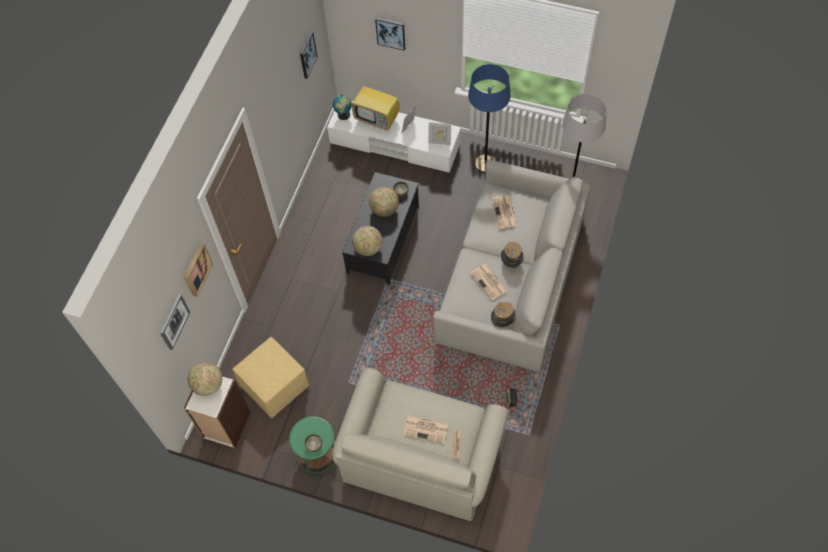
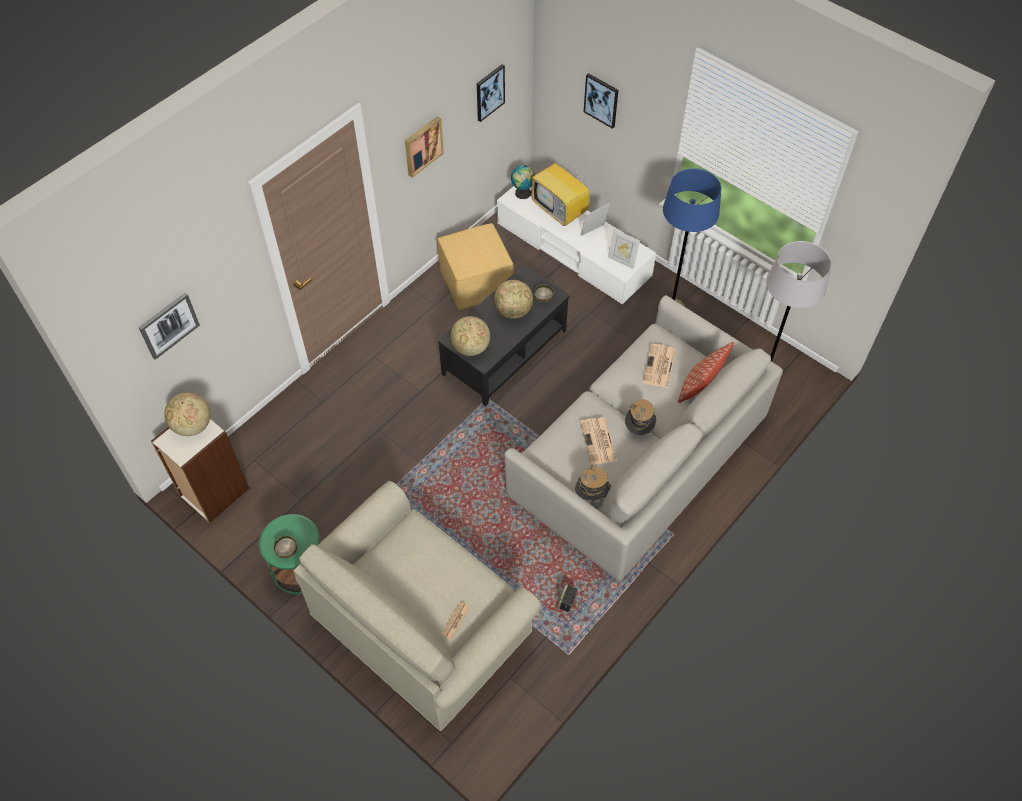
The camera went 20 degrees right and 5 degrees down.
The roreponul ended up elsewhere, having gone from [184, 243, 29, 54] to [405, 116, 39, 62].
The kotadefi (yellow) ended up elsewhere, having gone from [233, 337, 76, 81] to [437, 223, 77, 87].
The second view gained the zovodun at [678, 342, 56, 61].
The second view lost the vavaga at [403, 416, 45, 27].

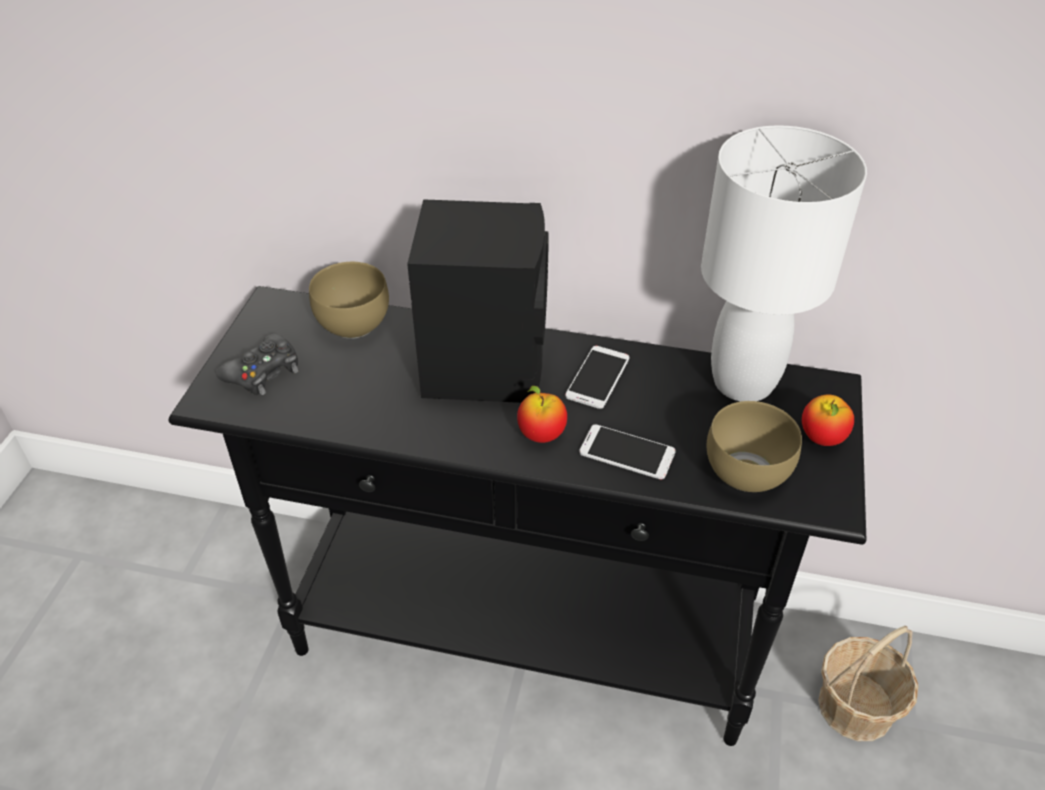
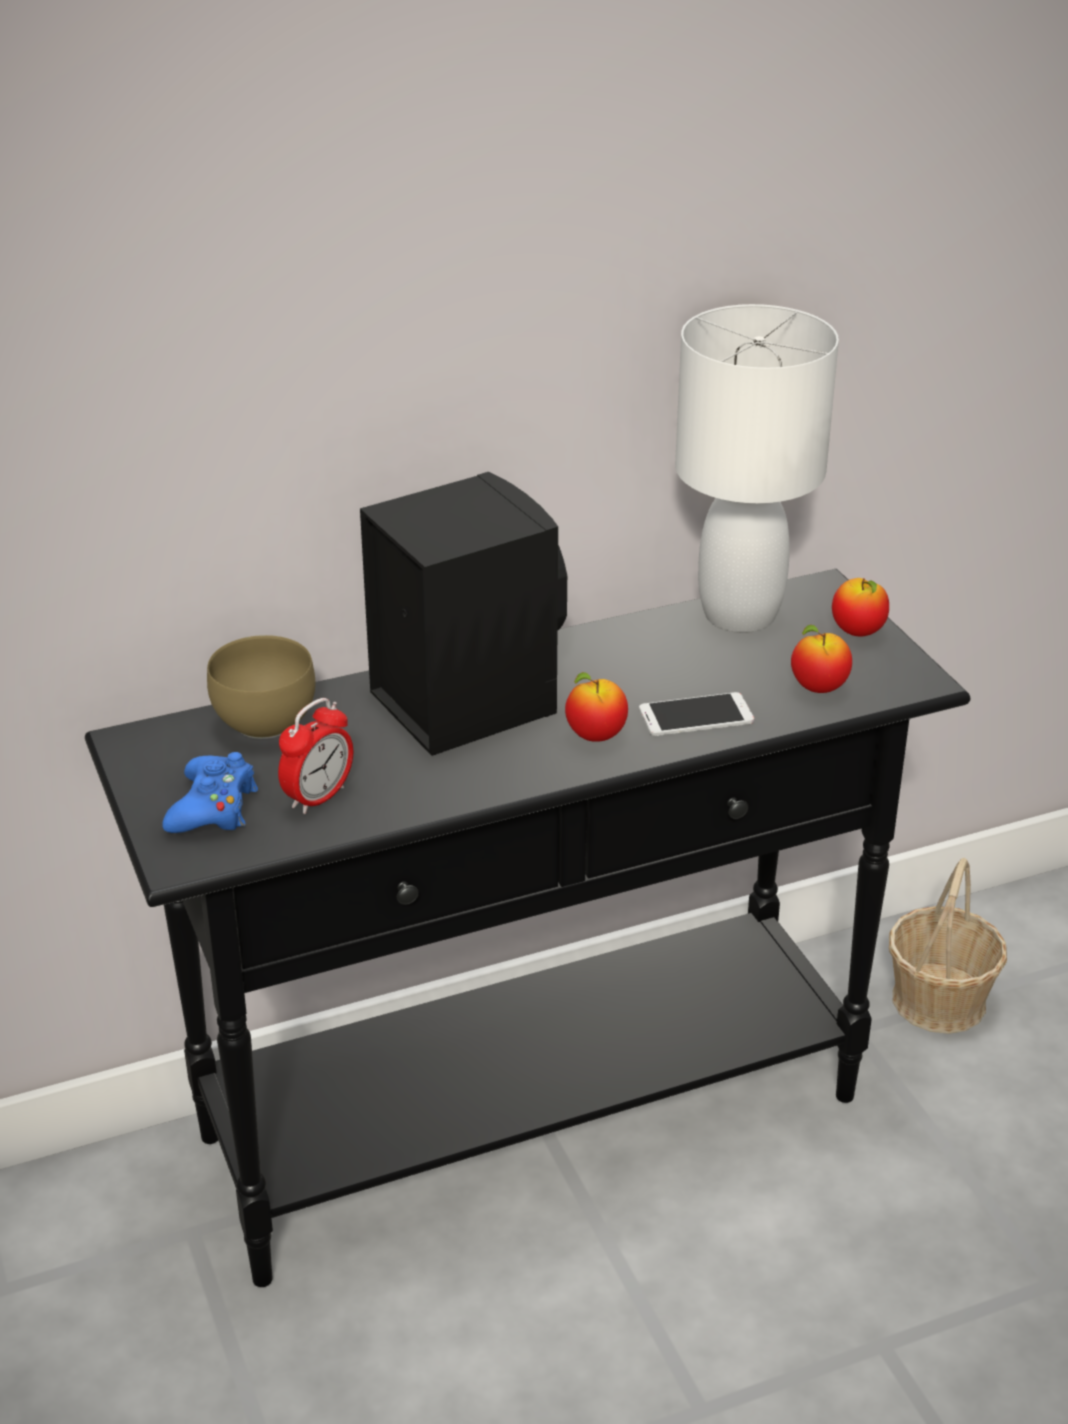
The camera went 35 degrees left and 10 degrees down.
What was the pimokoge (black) at [216, 333, 83, 62] turned into the pimokoge (blue) at [162, 752, 96, 81].
The second view gained the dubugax at [278, 698, 75, 116].
Where the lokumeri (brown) stood at [707, 401, 95, 91], the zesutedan came to stand at [791, 625, 61, 68].
The second view lost the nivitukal at [565, 346, 65, 63].

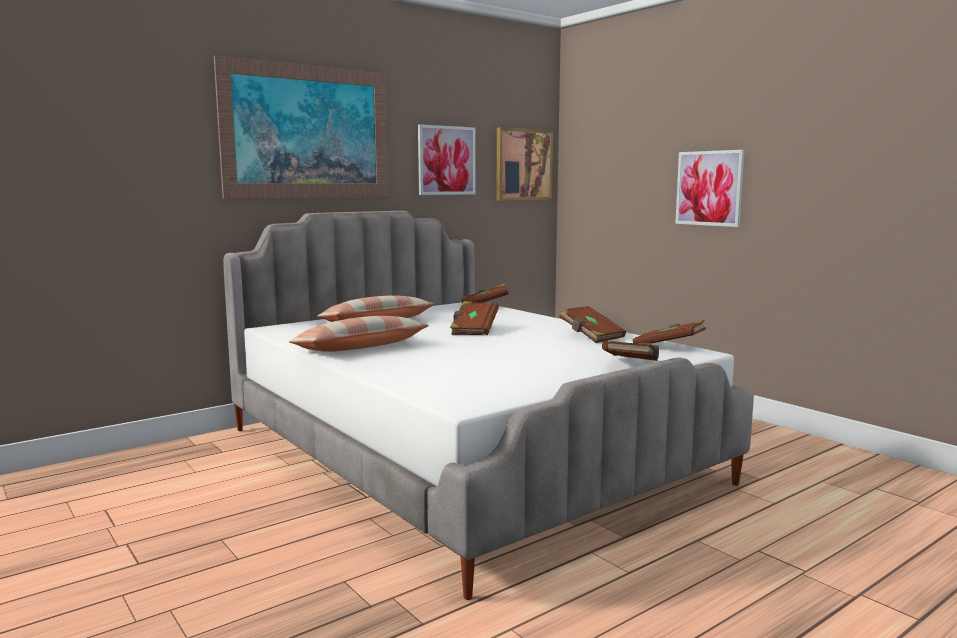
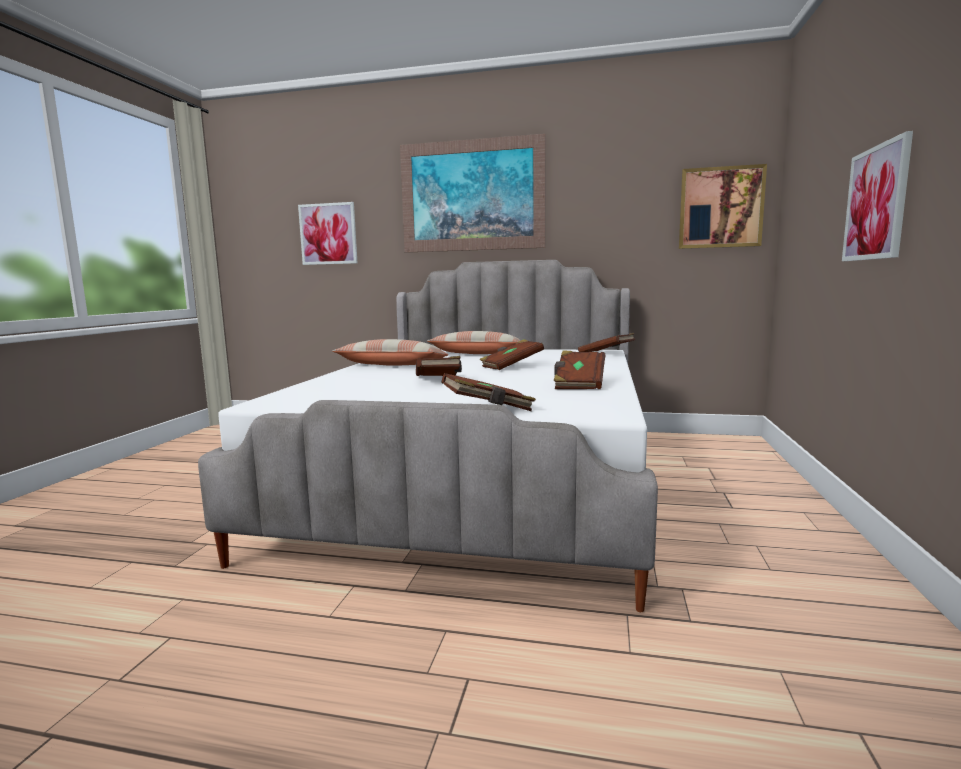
The camera went 50 degrees right and 0 degrees up.
The roreponul ended up elsewhere, having gone from [418, 124, 58, 71] to [298, 202, 60, 63].
The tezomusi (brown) ended up elsewhere, having gone from [633, 320, 73, 24] to [416, 356, 46, 20].

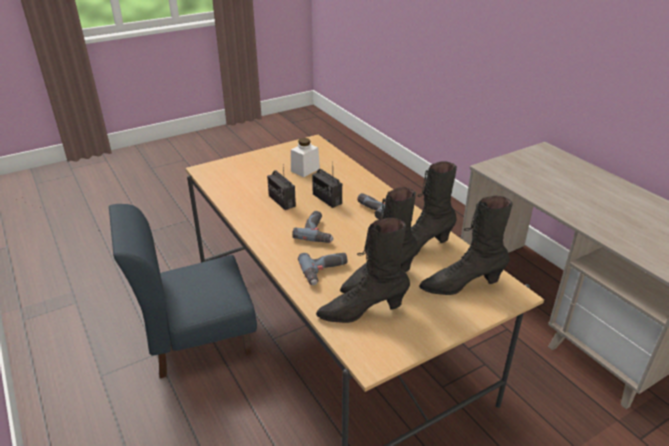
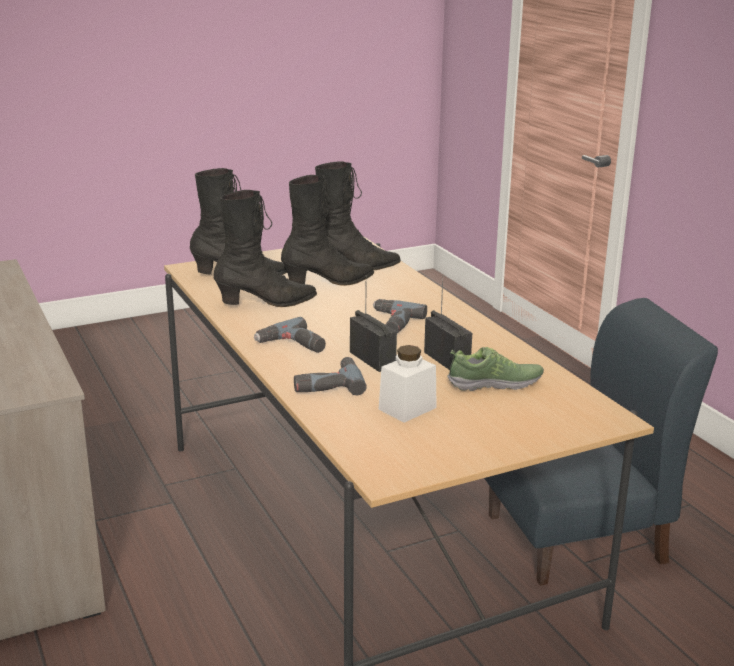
The camera went 175 degrees left and 10 degrees down.
The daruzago ended up elsewhere, having gone from [298, 253, 50, 32] to [294, 357, 73, 38].
The second view gained the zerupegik at [447, 347, 97, 44].

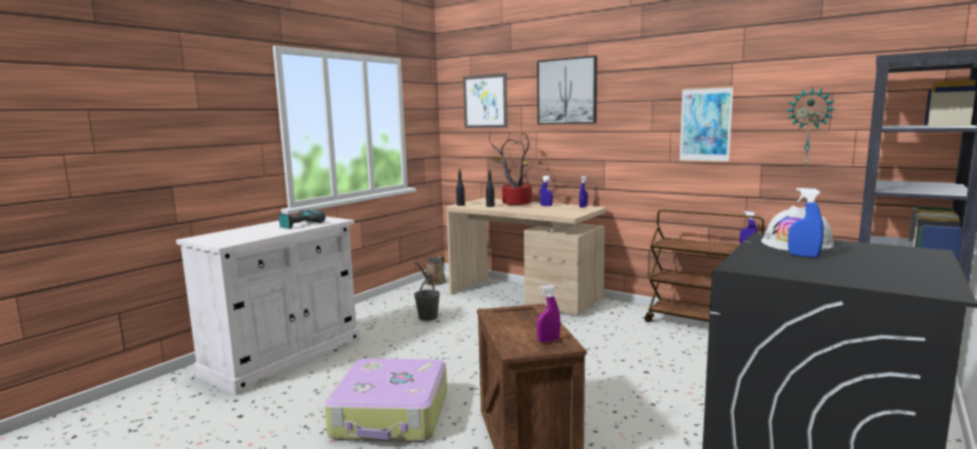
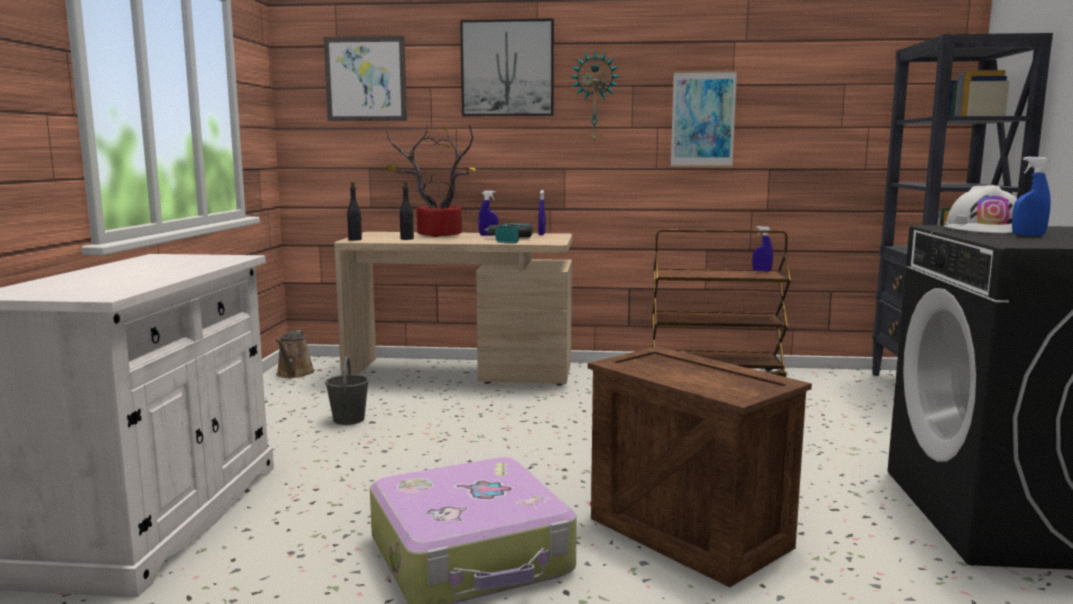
The camera went 30 degrees left and 0 degrees up.
The daruzago ended up elsewhere, having gone from [278, 210, 48, 19] to [484, 223, 49, 20].
The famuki ended up elsewhere, having gone from [786, 87, 49, 80] to [570, 50, 51, 92].
The second view lost the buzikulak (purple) at [537, 285, 23, 57].

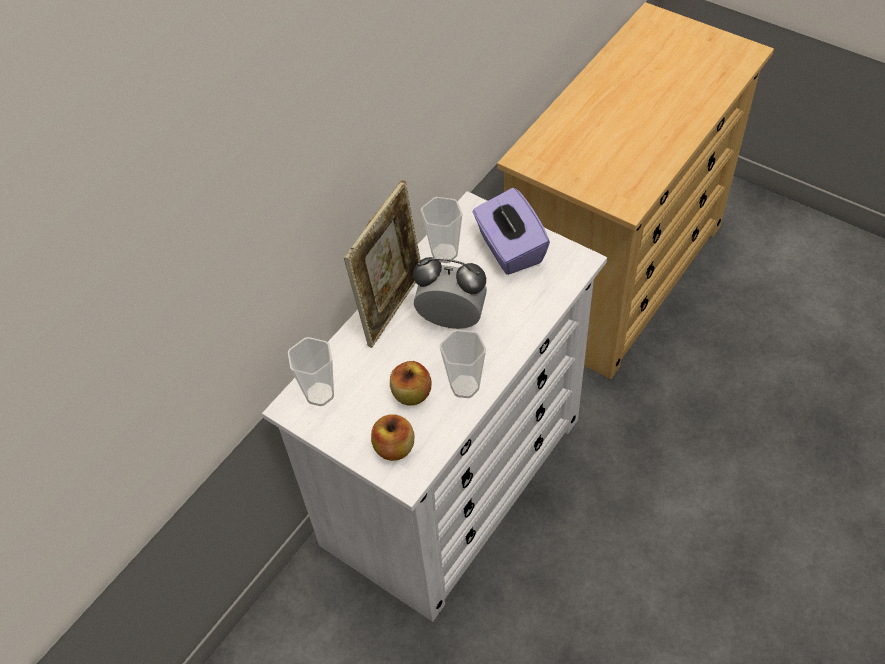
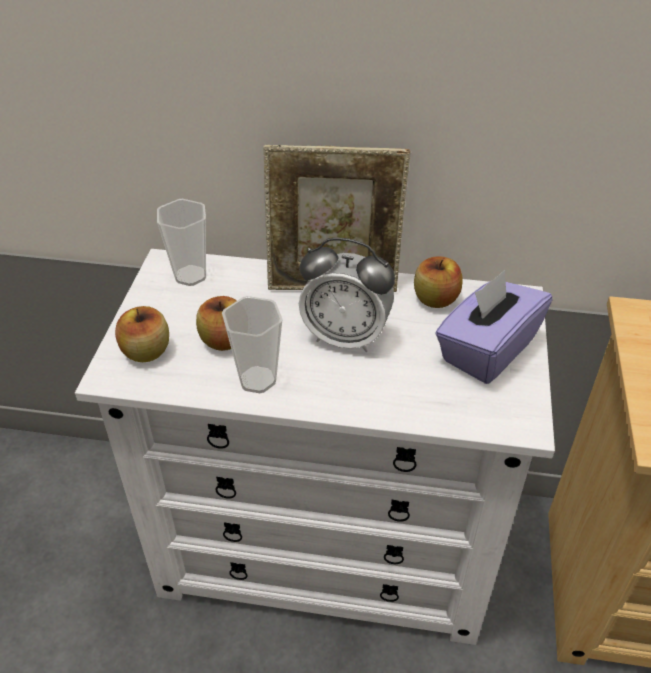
The camera went 60 degrees right and 10 degrees down.
The dubugax at [413, 257, 74, 72] ended up facing another way, 120 degrees clockwise from before.
Where the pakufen stood at [421, 197, 42, 66], the zesutedan came to stand at [414, 256, 49, 52].

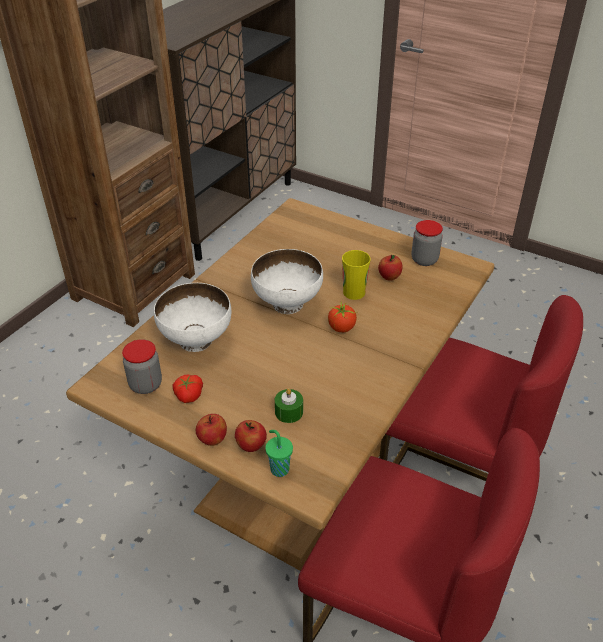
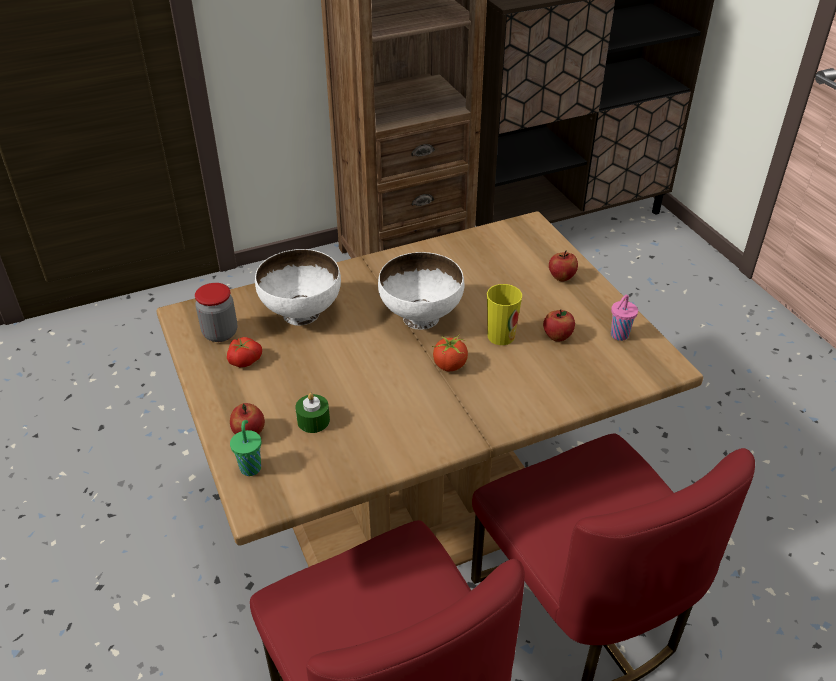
The camera went 35 degrees right and 0 degrees up.
The zesutedan ended up elsewhere, having gone from [196, 414, 31, 32] to [549, 251, 29, 30].
Where the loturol stood at [412, 220, 31, 46], the pakufen (pink) came to stand at [611, 295, 27, 46].

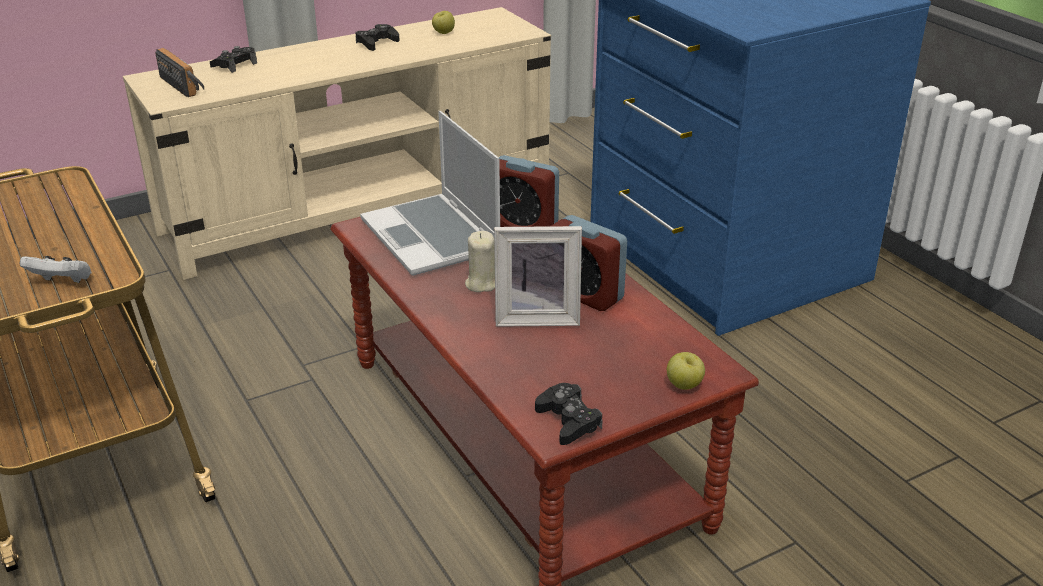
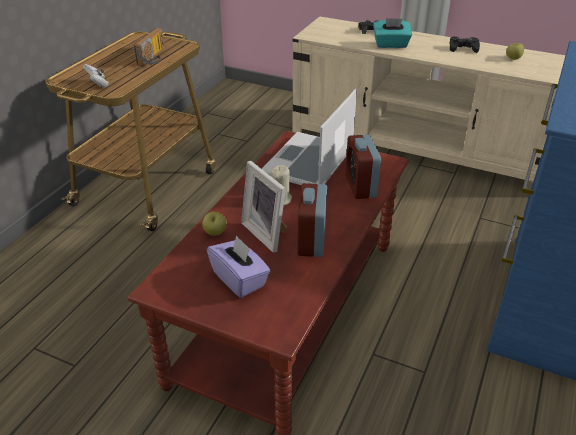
The camera went 55 degrees right and 5 degrees up.
The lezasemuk ended up elsewhere, having gone from [155, 48, 49, 49] to [134, 28, 30, 38].
The zesutedan ended up elsewhere, having gone from [667, 352, 38, 38] to [202, 212, 25, 24].
The second view gained the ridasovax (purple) at [207, 235, 63, 63].
The second view gained the ridasovax (turquoise) at [373, 18, 39, 30].
The second view lost the pimokoge (black) at [535, 383, 68, 62].

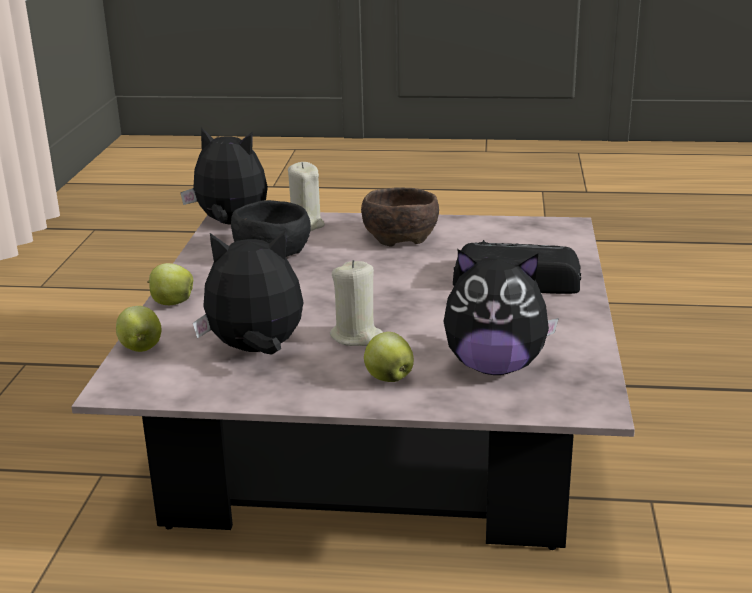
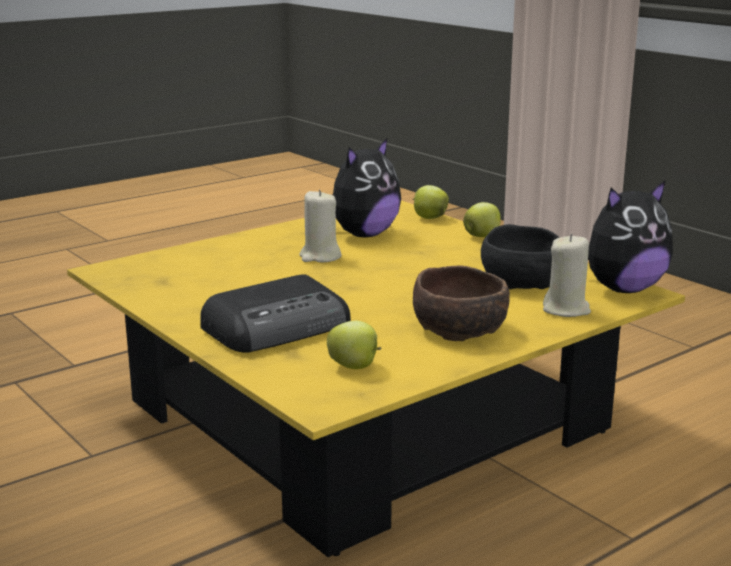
The camera went 135 degrees right and 5 degrees down.
What was the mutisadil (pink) at [71, 212, 564, 338] turned into the mutisadil (yellow) at [67, 200, 618, 357].
The zesutedan ended up elsewhere, having gone from [364, 332, 50, 50] to [327, 321, 55, 48].
The second view lost the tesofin at [443, 249, 116, 126].

